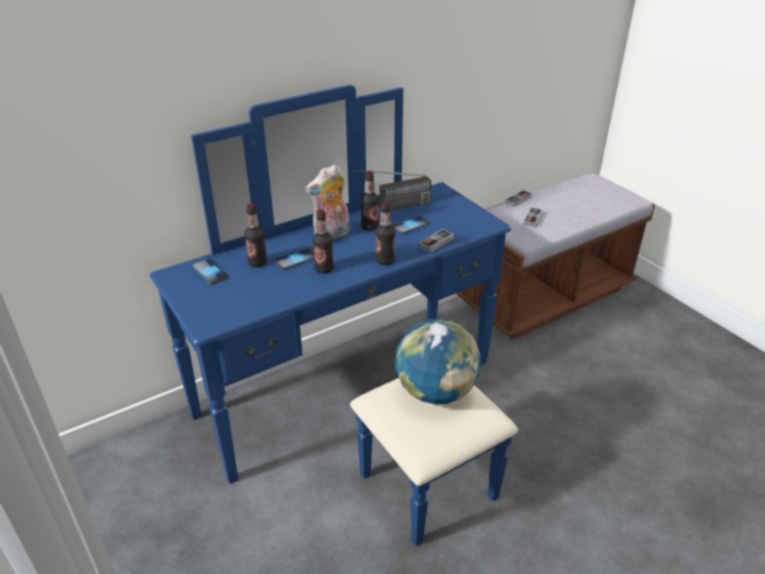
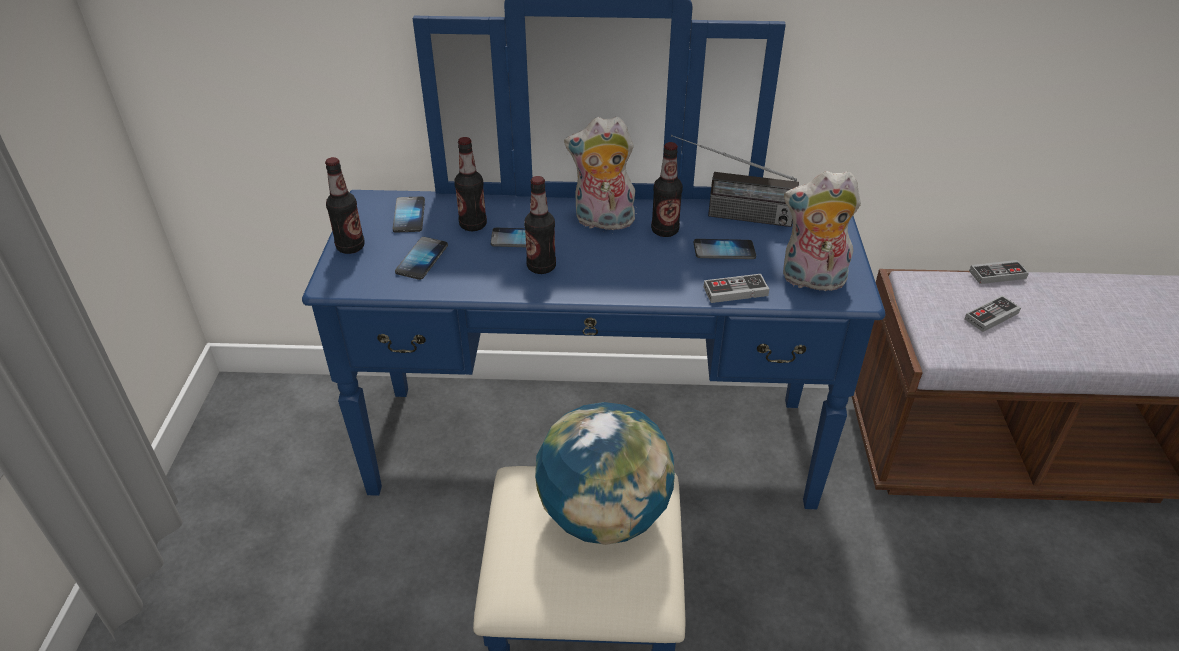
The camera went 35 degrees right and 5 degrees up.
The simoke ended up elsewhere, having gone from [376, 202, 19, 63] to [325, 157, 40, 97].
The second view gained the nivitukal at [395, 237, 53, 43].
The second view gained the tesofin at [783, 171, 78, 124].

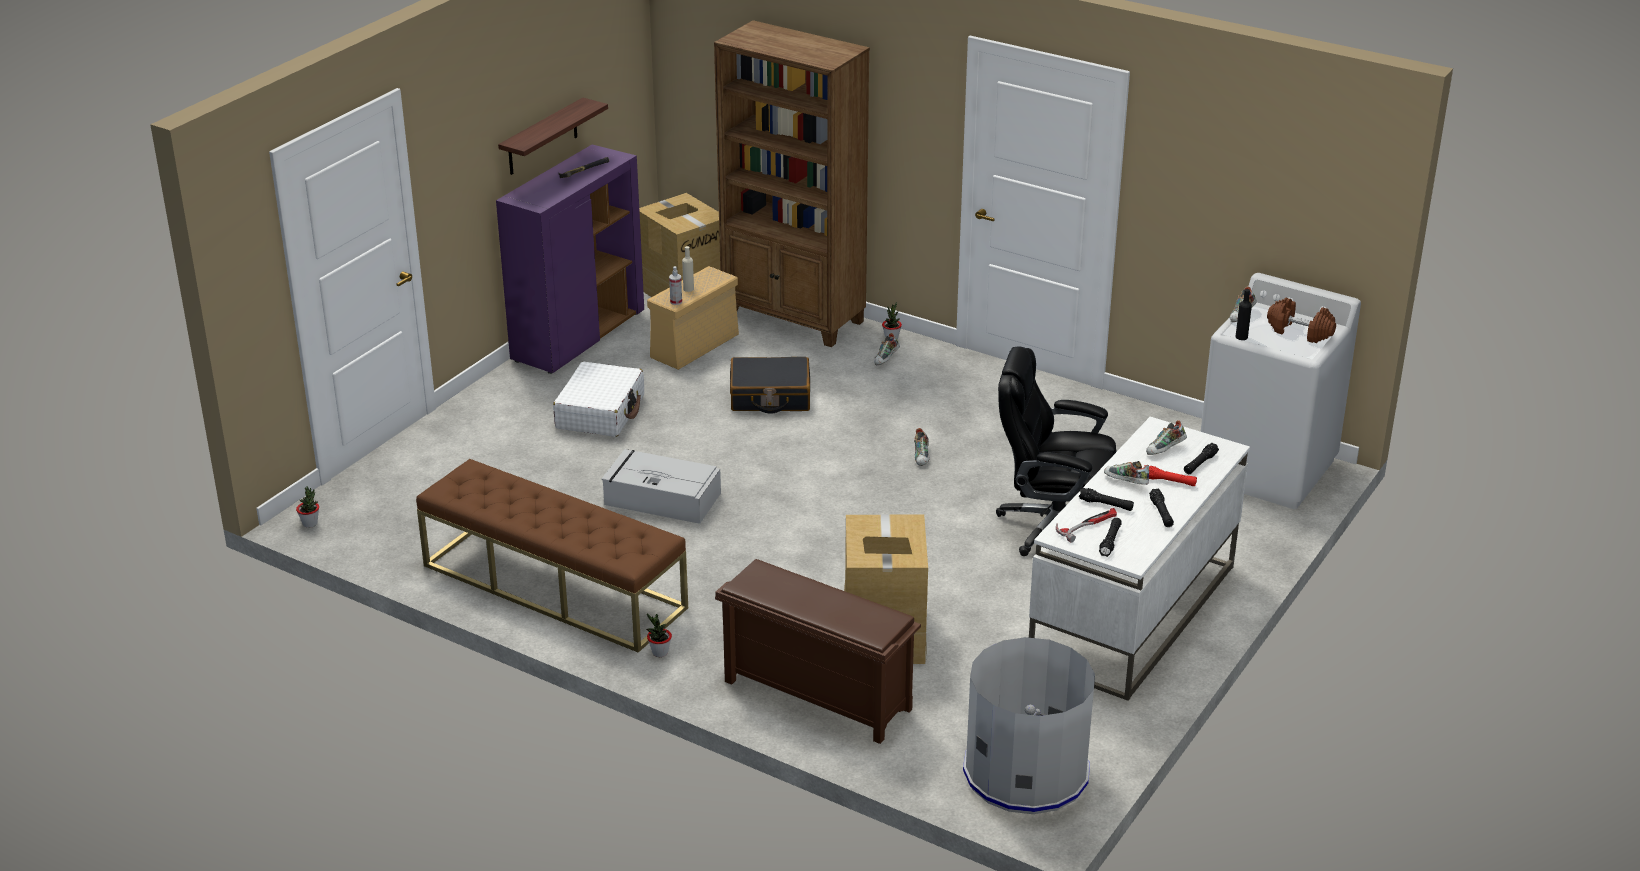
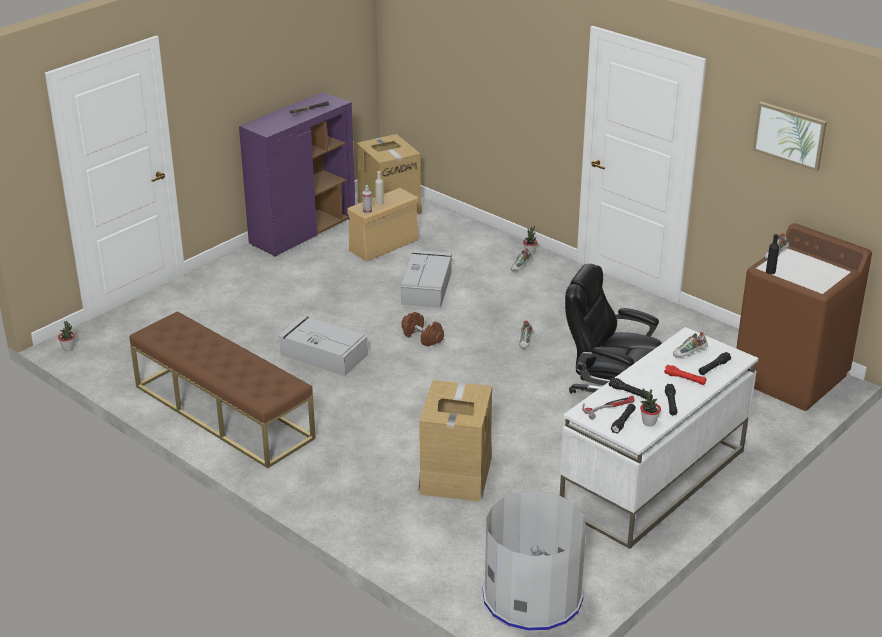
The camera went 10 degrees right and 0 degrees up.
Where the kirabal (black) stood at [730, 357, 80, 57], the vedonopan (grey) came to stand at [401, 250, 51, 58].
The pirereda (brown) ended up elsewhere, having gone from [1267, 298, 69, 45] to [401, 312, 43, 35].
The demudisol ended up elsewhere, having gone from [646, 613, 26, 44] to [640, 388, 21, 38].
What was the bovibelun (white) at [1201, 273, 160, 236] turned into the bovibelun (brown) at [736, 223, 136, 188].
The second view gained the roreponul at [753, 102, 74, 69].
The second view lost the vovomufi at [498, 98, 110, 77].
The second view lost the kirabal (white) at [553, 362, 91, 75].
The second view lost the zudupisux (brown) at [714, 20, 156, 327].
The second view lost the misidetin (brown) at [715, 559, 206, 185].
The second view lost the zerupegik at [1104, 461, 45, 24].

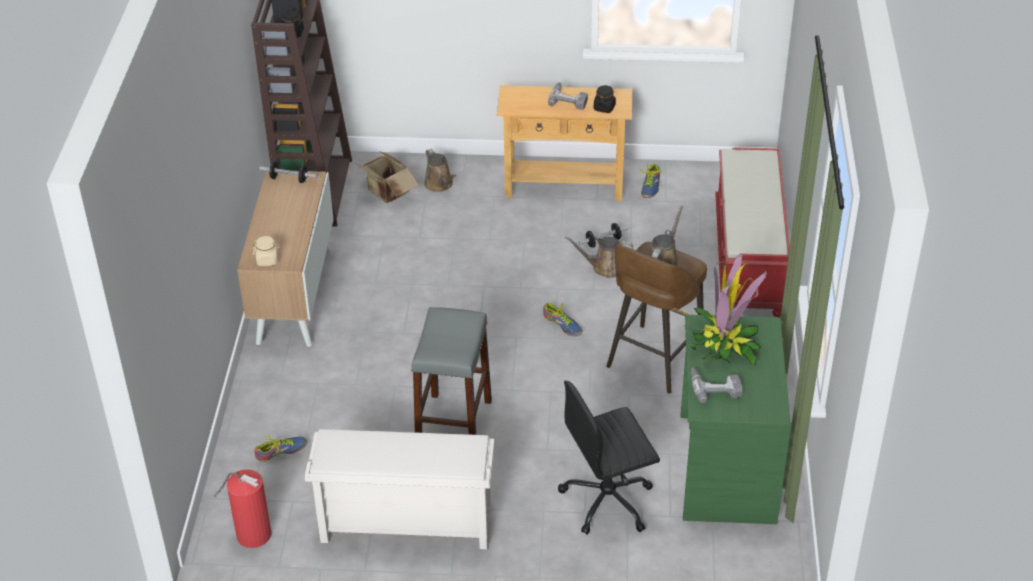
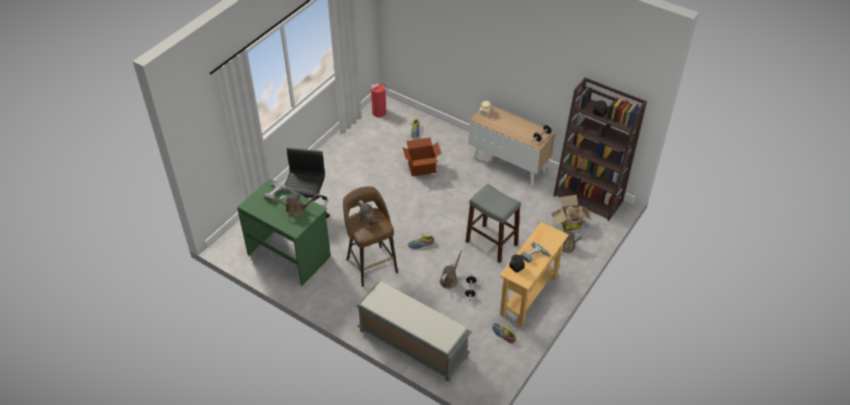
The camera went 120 degrees right and 5 degrees up.
Where the demudisol stood at [685, 253, 82, 113], the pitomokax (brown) came to stand at [279, 193, 41, 24].
What was the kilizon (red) at [715, 147, 75, 170] turned into the kilizon (grey) at [355, 281, 116, 100].
The second view gained the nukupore at [402, 138, 40, 38].
The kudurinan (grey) ended up elsewhere, having gone from [411, 307, 81, 128] to [465, 184, 56, 79].
The second view lost the misidetin (white) at [305, 429, 189, 120].

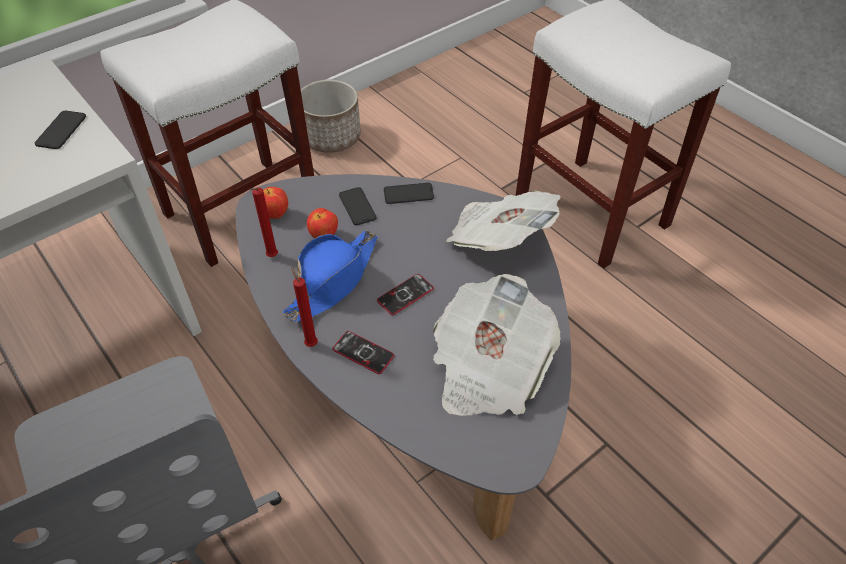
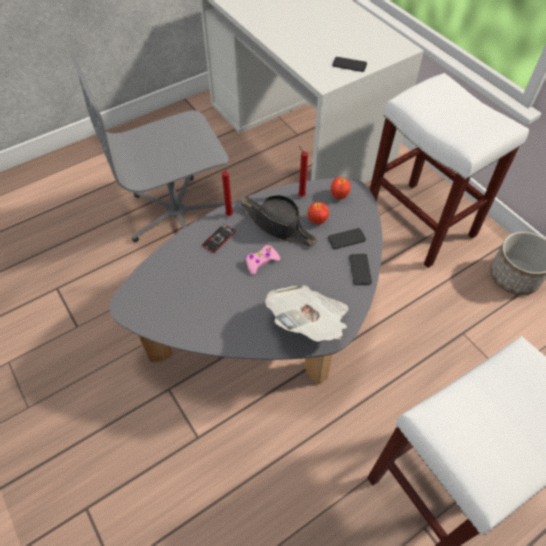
The camera went 95 degrees right and 5 degrees up.
What was the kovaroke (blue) at [283, 230, 94, 92] turned into the kovaroke (black) at [240, 195, 77, 51].
Where the nivitukal stood at [377, 274, 57, 41], the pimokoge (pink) came to stand at [246, 245, 34, 30].
The second view lost the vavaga at [433, 274, 128, 142].

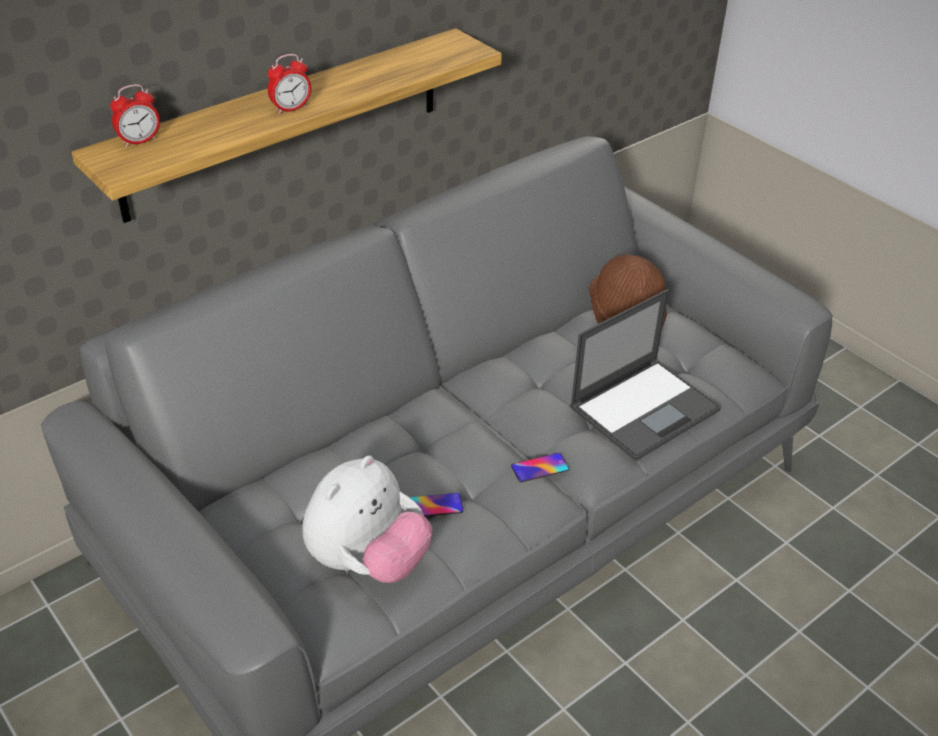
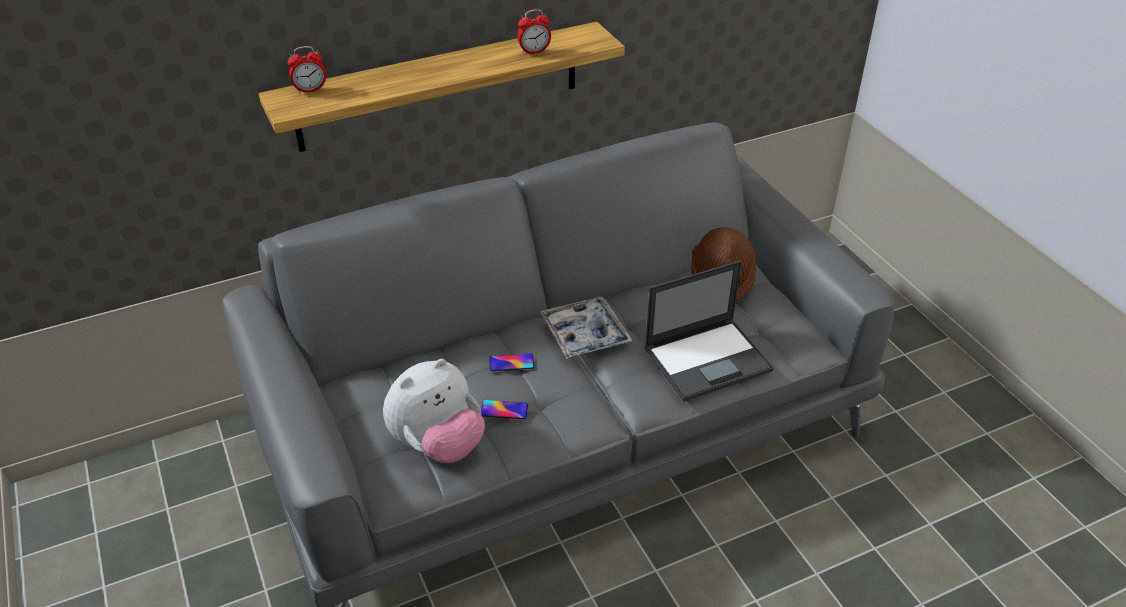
The camera went 15 degrees right and 0 degrees up.
The nivitukal ended up elsewhere, having gone from [511, 453, 58, 29] to [489, 353, 45, 18].
The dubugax ended up elsewhere, having gone from [268, 54, 43, 60] to [517, 9, 34, 46].
The second view gained the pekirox at [540, 297, 92, 62].

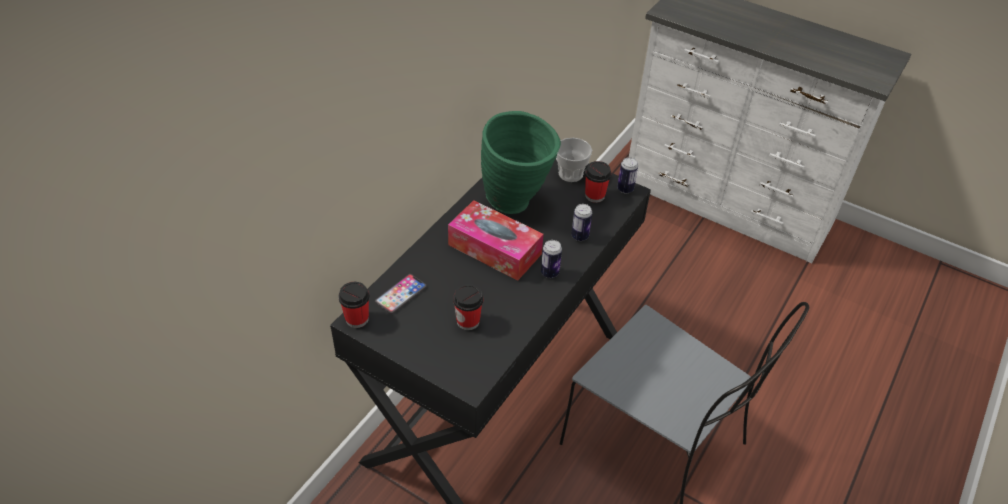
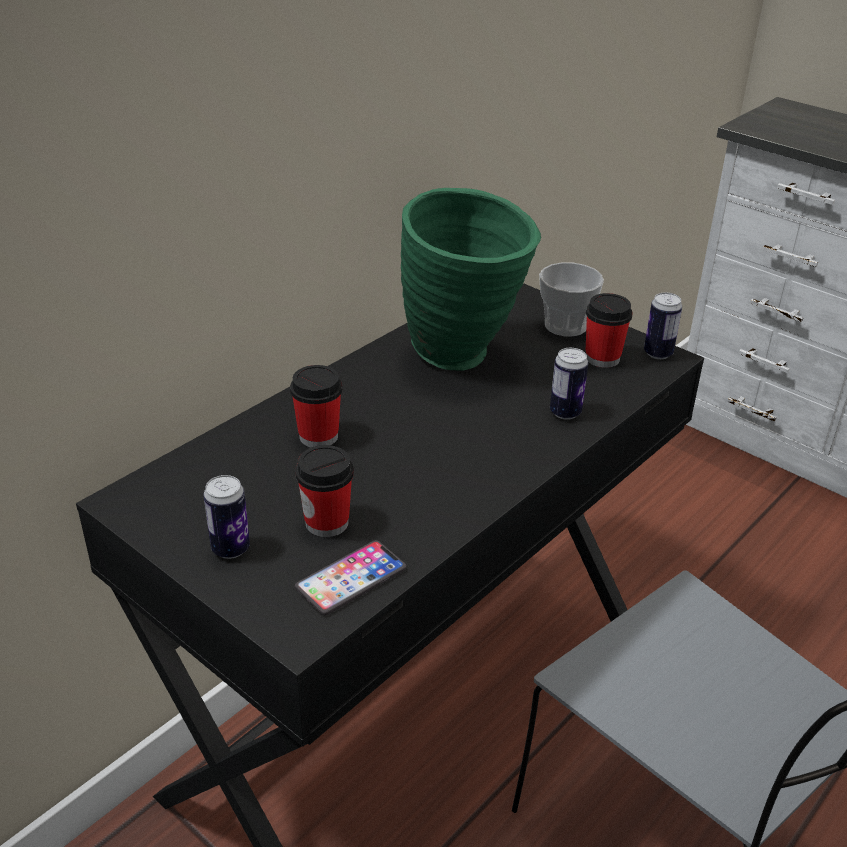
The camera went 10 degrees right and 10 degrees down.
The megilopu ended up elsewhere, having gone from [541, 240, 21, 38] to [204, 475, 46, 84].
The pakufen ended up elsewhere, having gone from [339, 282, 30, 46] to [290, 365, 52, 82].
The nivitukal ended up elsewhere, having gone from [375, 274, 52, 40] to [295, 540, 112, 75].
The second view lost the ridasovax at [448, 200, 96, 81].

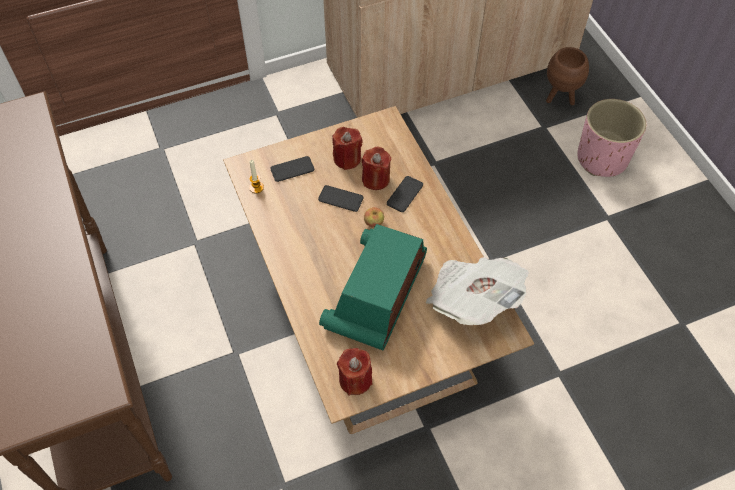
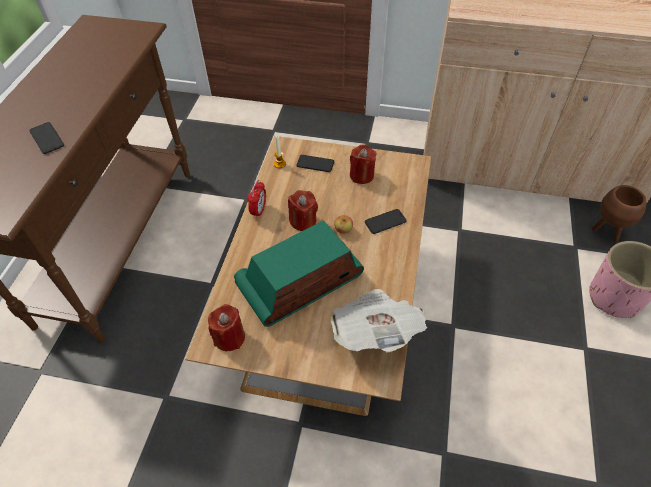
The camera went 35 degrees right and 5 degrees down.
The nivitukal ended up elsewhere, having gone from [318, 185, 45, 27] to [29, 122, 35, 32].
The second view gained the dubugax at [247, 180, 19, 39].
The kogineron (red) ended up elsewhere, having gone from [362, 147, 29, 43] to [288, 190, 30, 41].

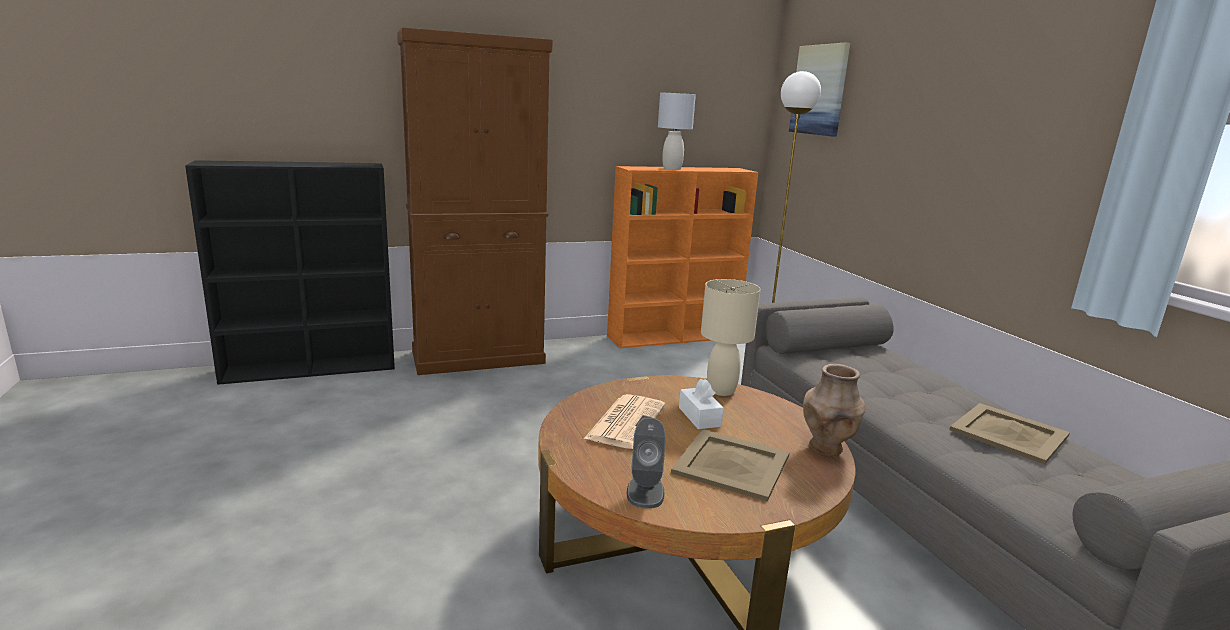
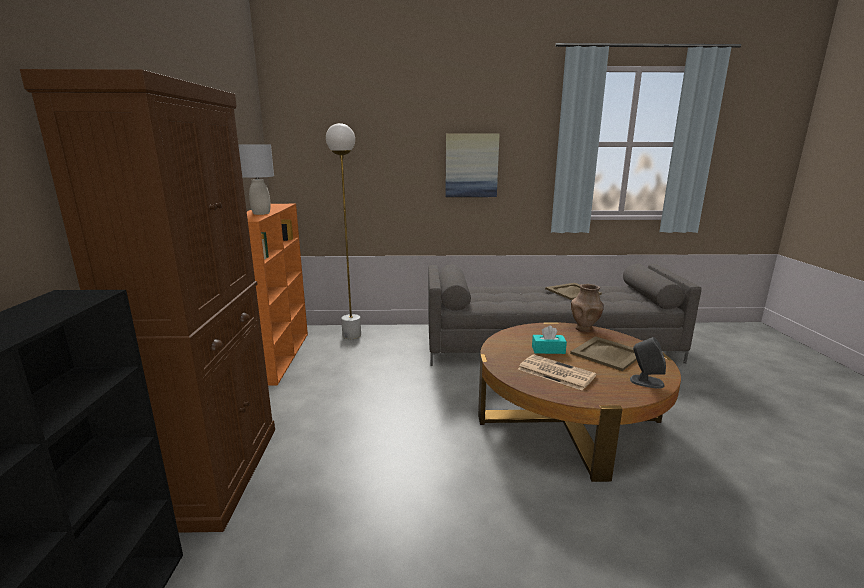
The camera went 70 degrees left and 0 degrees up.
The roreponul ended up elsewhere, having gone from [789, 42, 62, 95] to [445, 133, 55, 64].
What was the ridasovax (white) at [679, 379, 45, 50] turned into the ridasovax (turquoise) at [532, 326, 35, 28].
The second view lost the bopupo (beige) at [701, 279, 60, 117].

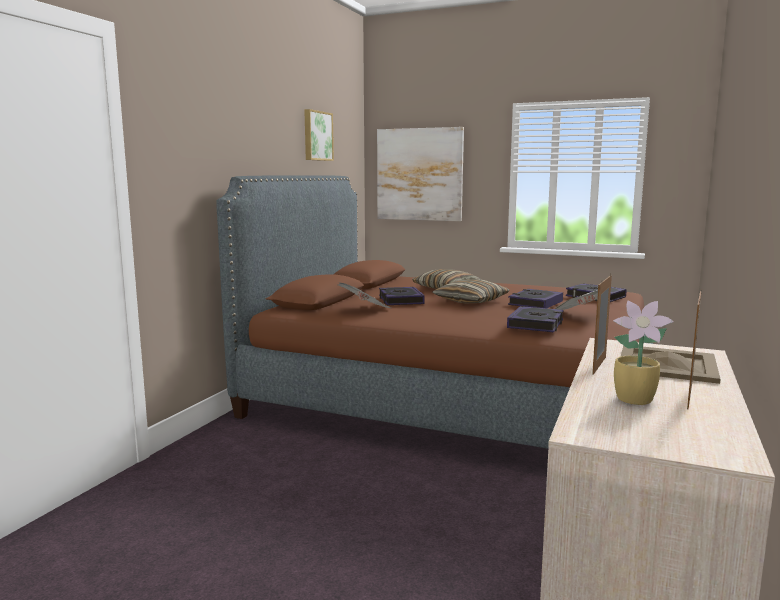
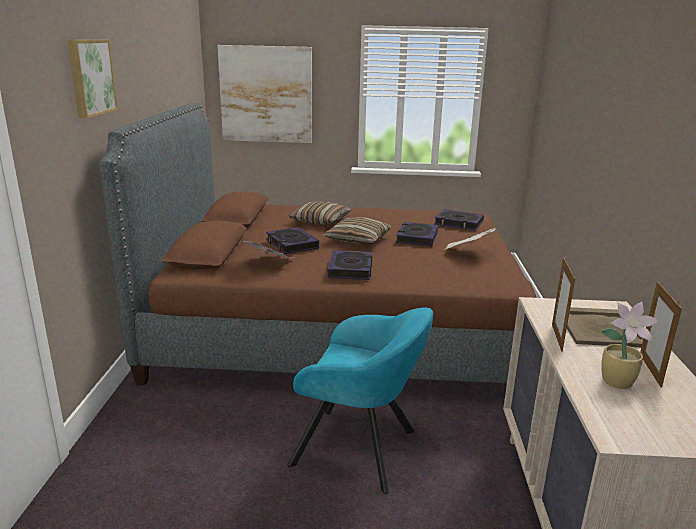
The camera went 20 degrees left and 10 degrees up.
The roreponul ended up elsewhere, having gone from [304, 109, 30, 52] to [67, 40, 51, 78].
The second view gained the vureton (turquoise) at [288, 307, 145, 187].
The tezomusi ended up elsewhere, having gone from [507, 306, 57, 26] to [327, 250, 45, 30].

